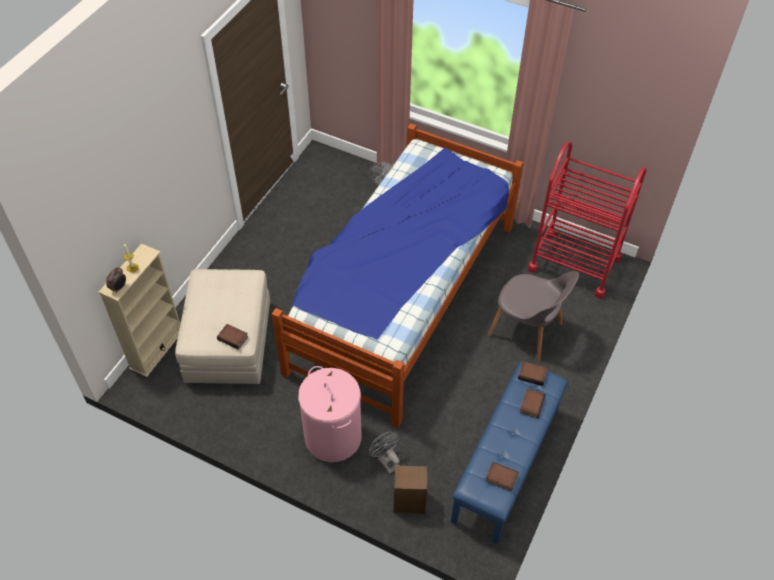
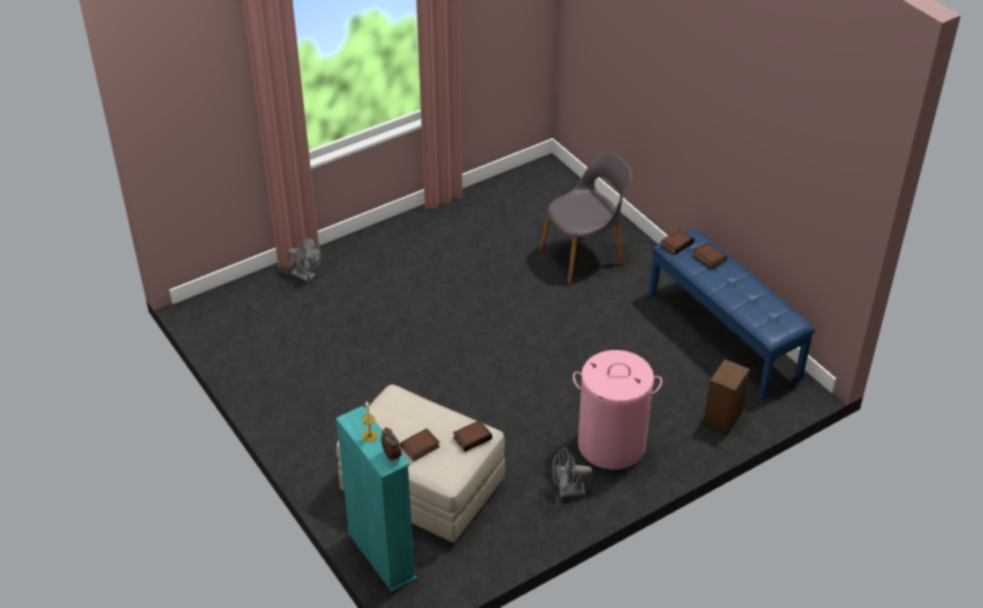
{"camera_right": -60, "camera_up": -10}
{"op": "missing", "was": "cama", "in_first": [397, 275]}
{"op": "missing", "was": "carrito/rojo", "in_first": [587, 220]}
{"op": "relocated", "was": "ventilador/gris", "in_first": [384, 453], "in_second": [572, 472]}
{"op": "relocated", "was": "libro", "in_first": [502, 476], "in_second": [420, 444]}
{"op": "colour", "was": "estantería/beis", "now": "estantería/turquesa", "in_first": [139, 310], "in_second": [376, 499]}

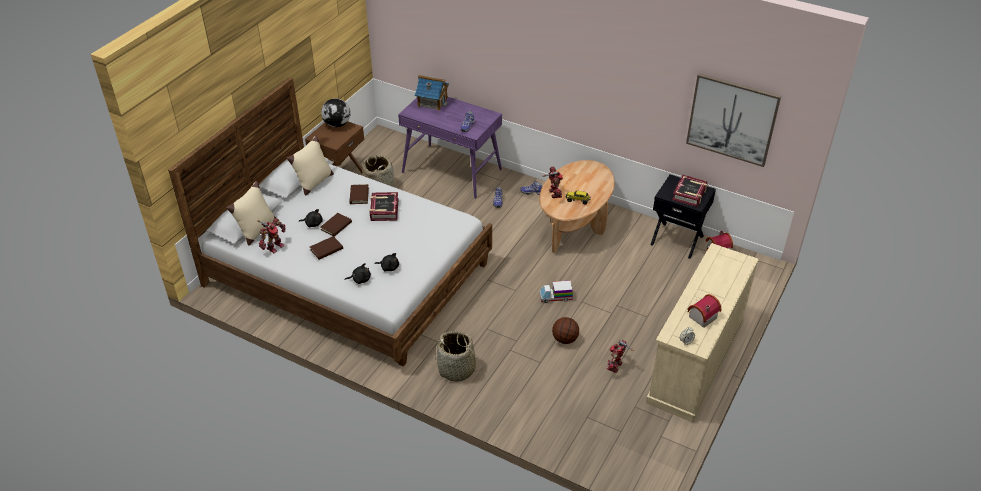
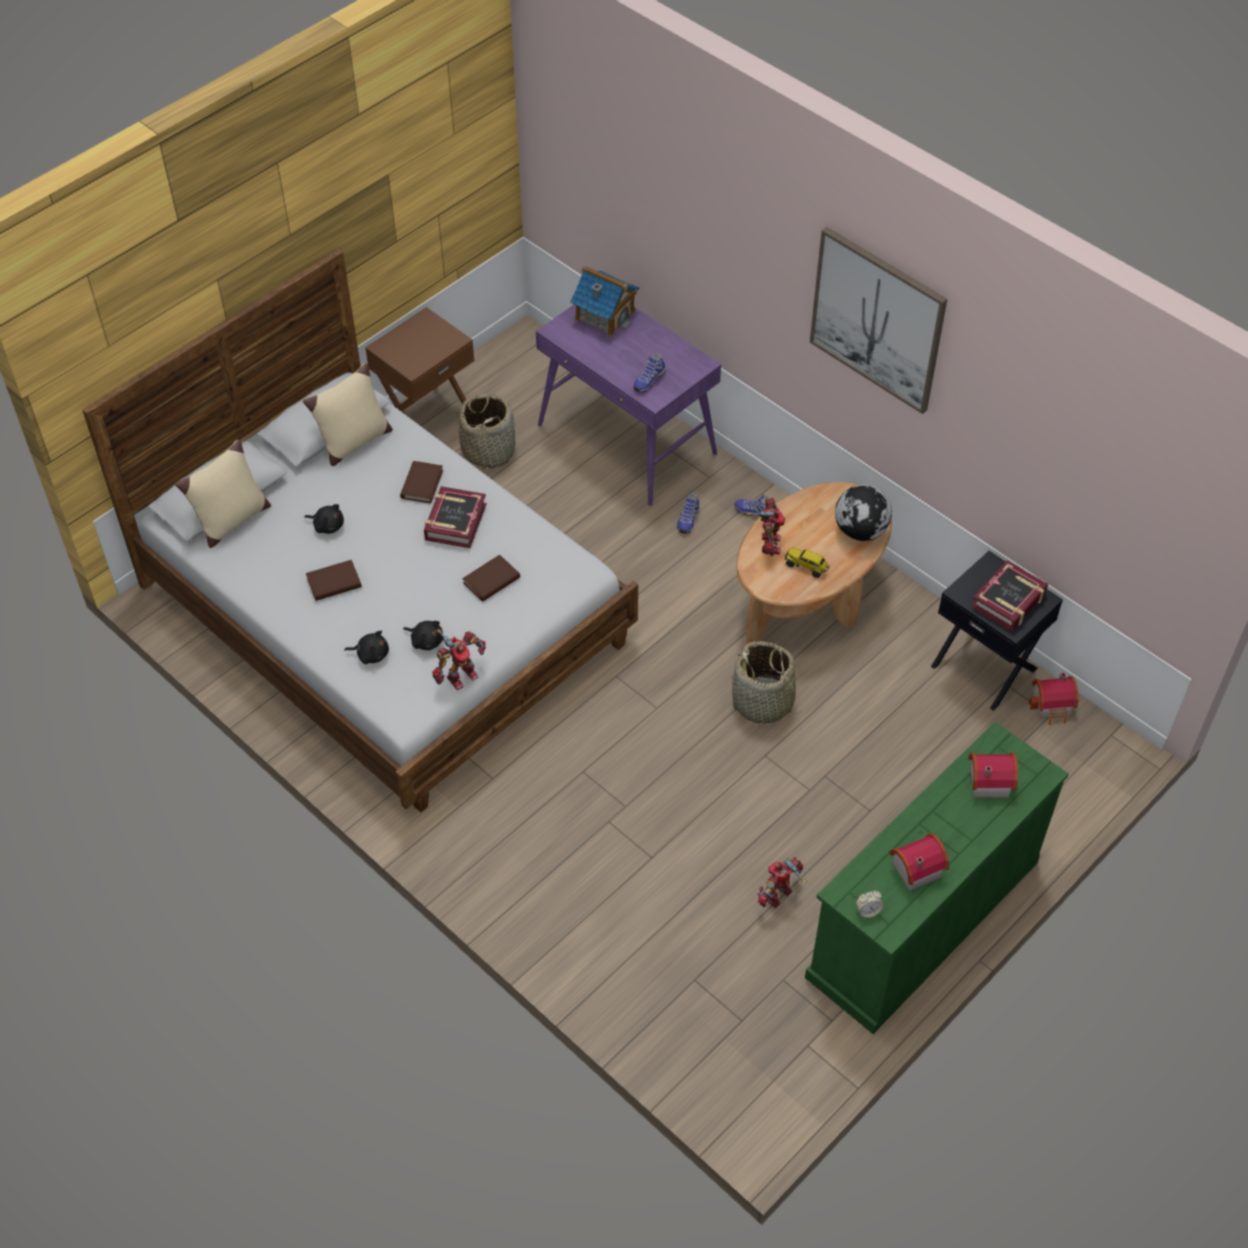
{"camera_right": 15, "camera_up": 10}
{"op": "missing", "was": "camión de juguete", "in_first": [556, 292]}
{"op": "missing", "was": "balón de baloncesto", "in_first": [565, 330]}
{"op": "appeared", "now": "casita", "in_second": [993, 775]}
{"op": "relocated", "was": "robot de juguete", "in_first": [271, 235], "in_second": [459, 659]}
{"op": "relocated", "was": "libro/marrón", "in_first": [336, 224], "in_second": [491, 578]}
{"op": "relocated", "was": "globo terráqueo", "in_first": [335, 112], "in_second": [863, 513]}
{"op": "relocated", "was": "cesta", "in_first": [457, 356], "in_second": [766, 682]}
{"op": "relocated", "was": "cuadro", "in_first": [733, 120], "in_second": [878, 320]}
{"op": "colour", "was": "cómoda/beis", "now": "cómoda/verde", "in_first": [702, 333], "in_second": [937, 878]}

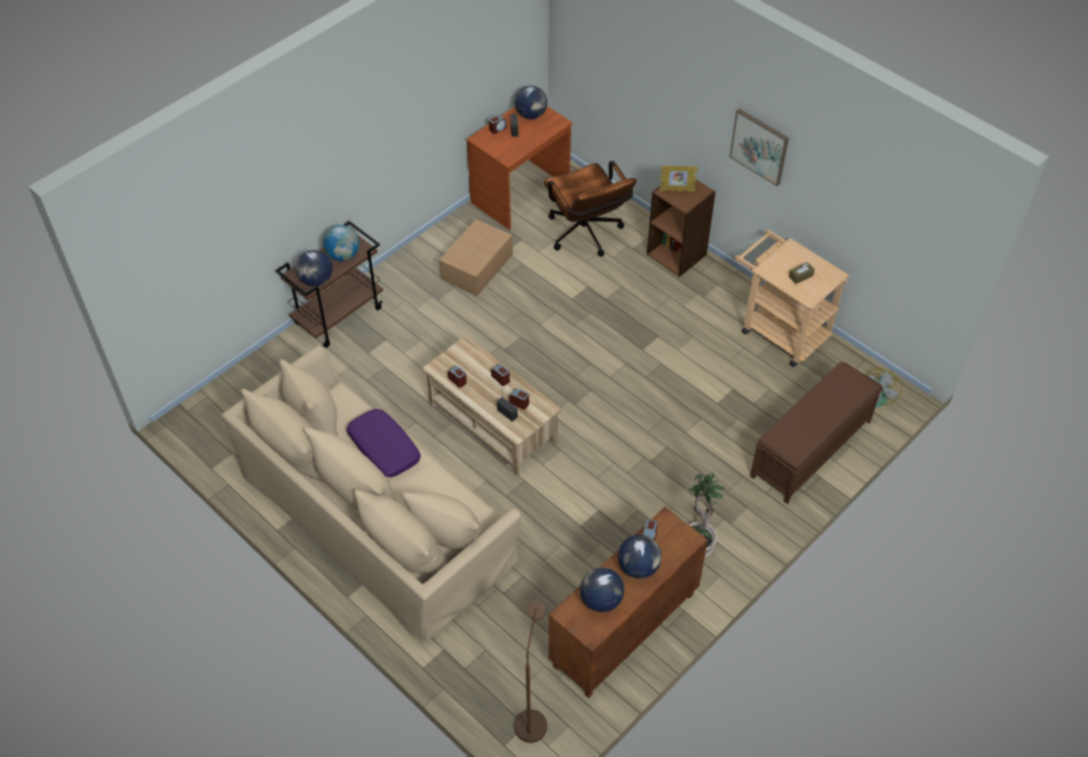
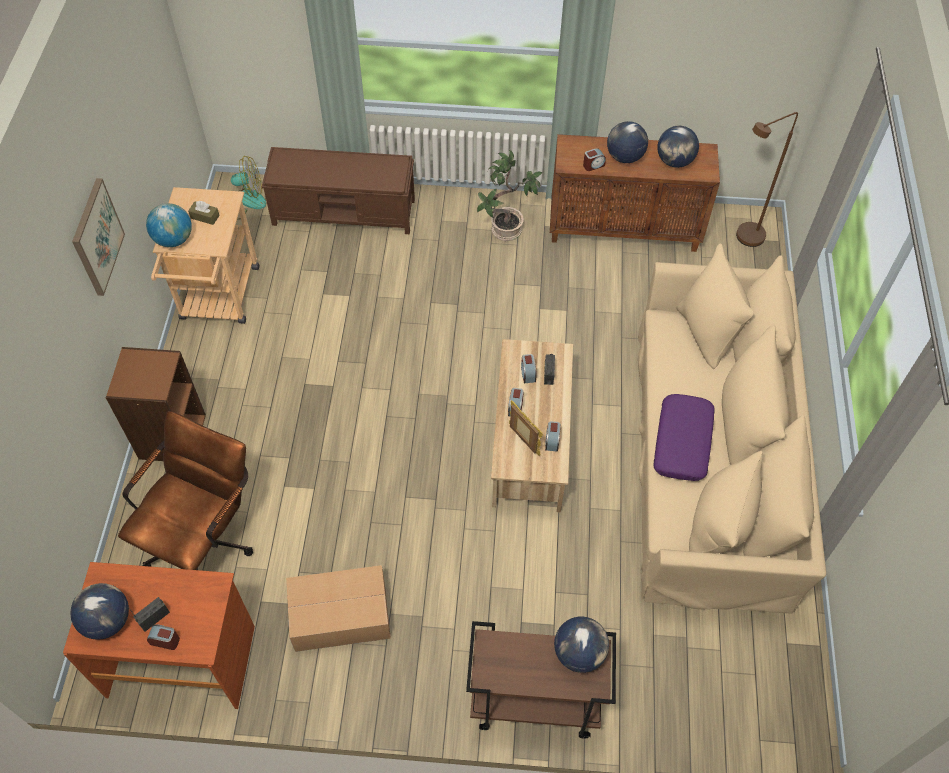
{"camera_right": -130, "camera_up": 5}
{"op": "relocated", "was": "globo terráqueo", "in_first": [341, 243], "in_second": [169, 225]}
{"op": "relocated", "was": "portarretratos", "in_first": [678, 179], "in_second": [526, 428]}

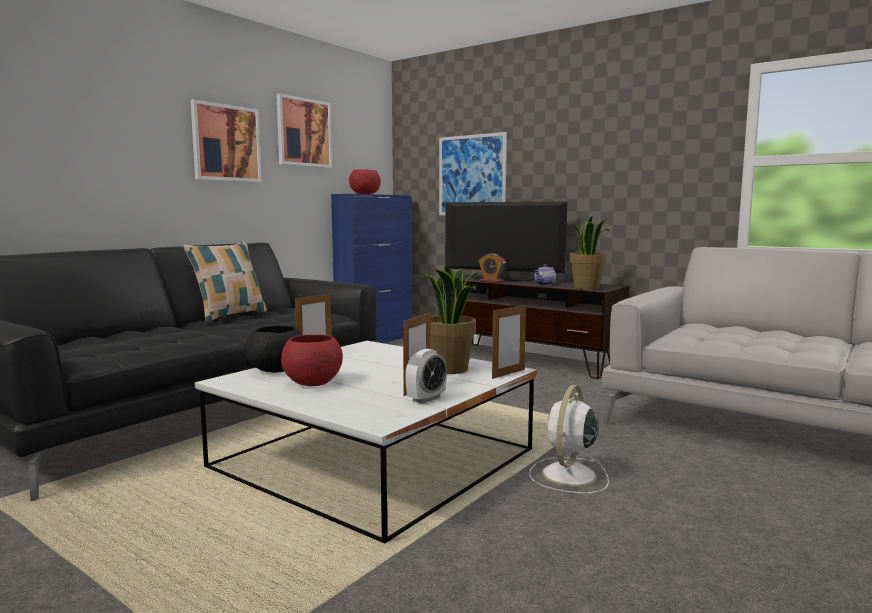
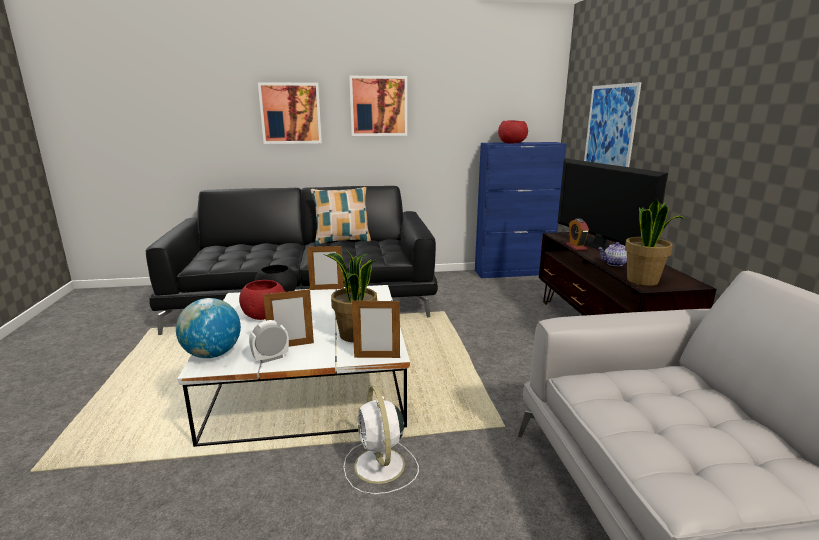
{"camera_right": 45, "camera_up": 10}
{"op": "appeared", "now": "globo terráqueo", "in_second": [208, 328]}
{"op": "relocated", "was": "cuadro", "in_first": [304, 130], "in_second": [290, 113]}
{"op": "spun", "was": "despertador", "in_first": [426, 376], "in_second": [269, 341], "clockwise": 150}
{"op": "spun", "was": "ventilador/blanco", "in_first": [569, 439], "in_second": [381, 440], "clockwise": -90}

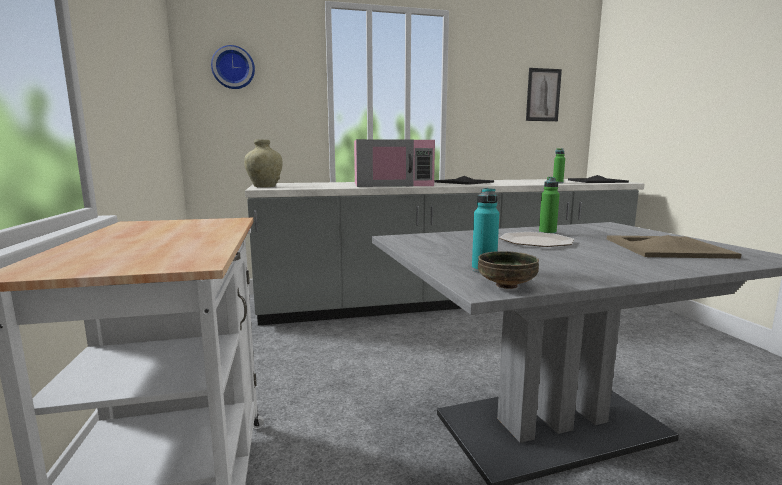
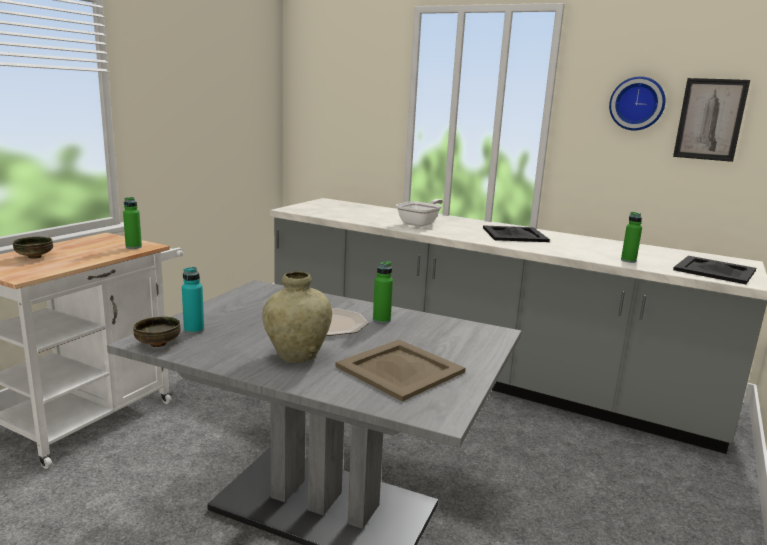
{"camera_right": 40, "camera_up": 5}
{"op": "appeared", "now": "cuenco", "in_second": [33, 248]}
{"op": "appeared", "now": "botella/verde", "in_second": [132, 223]}
{"op": "relocated", "was": "reloj de pared", "in_first": [233, 67], "in_second": [637, 103]}
{"op": "relocated", "was": "florero/beis", "in_first": [263, 163], "in_second": [297, 317]}
{"op": "exchanged", "was": "microondas/rosa", "now": "sartén", "in_first": [394, 163], "in_second": [419, 213]}

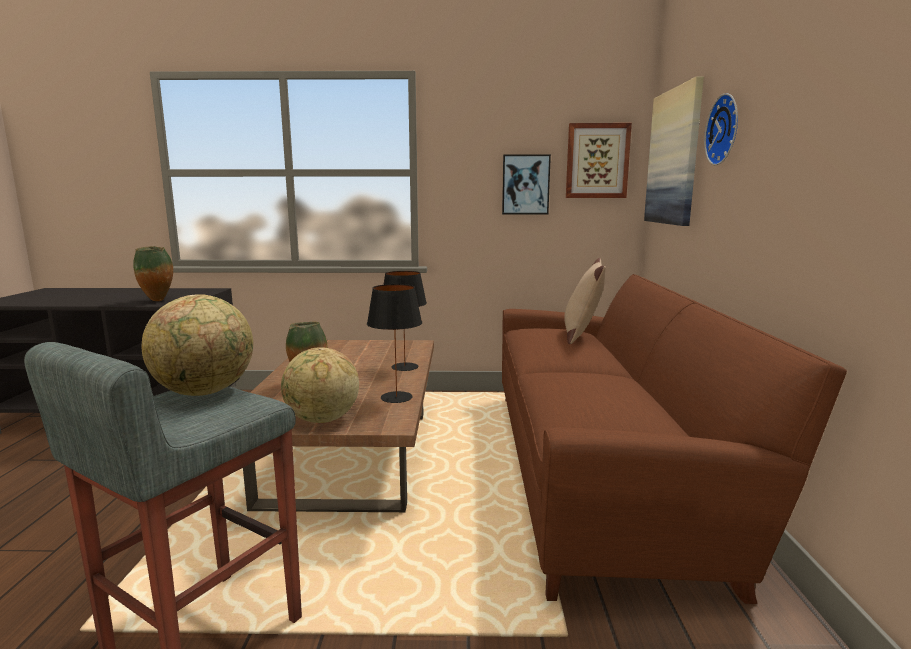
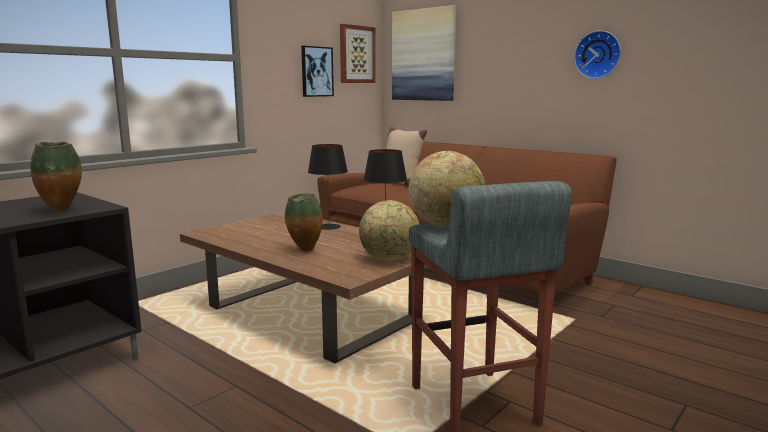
{"camera_right": -50, "camera_up": 0}
{"op": "relocated", "was": "reloj de pared", "in_first": [721, 129], "in_second": [597, 54]}

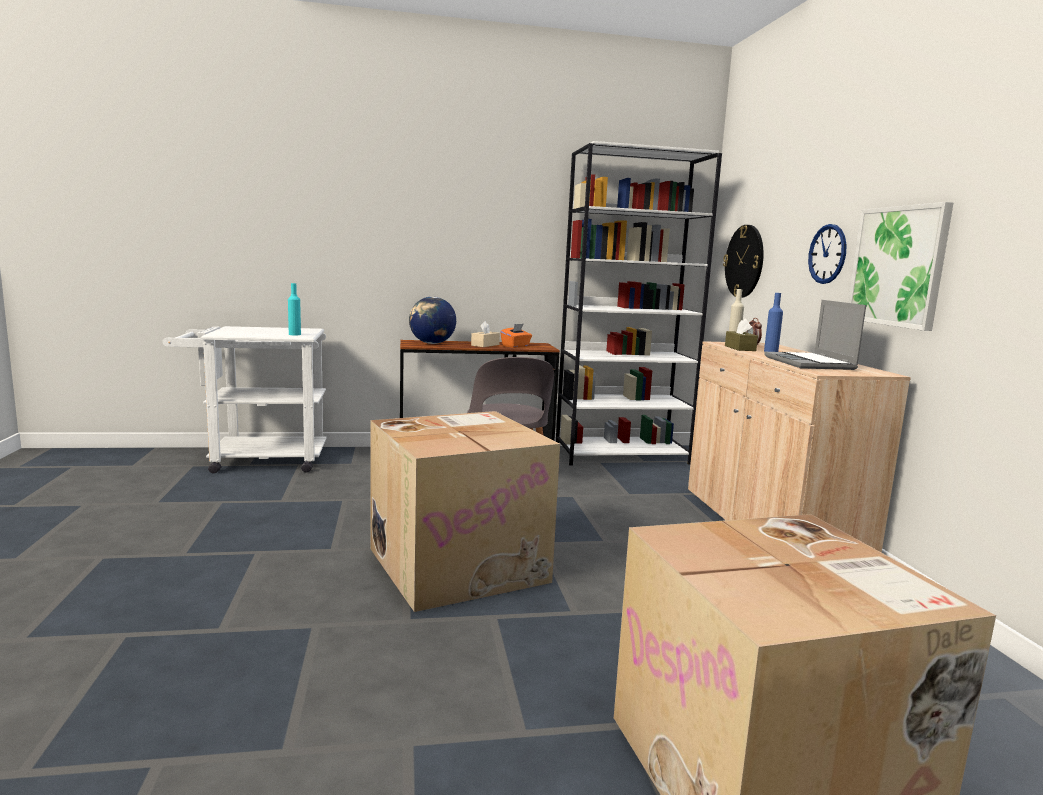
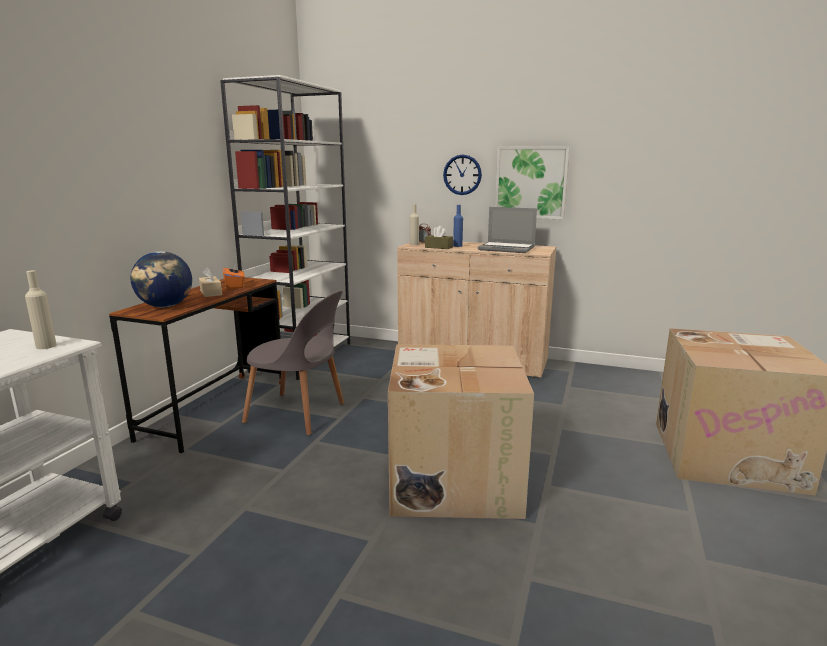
{"camera_right": -60, "camera_up": 5}
{"op": "missing", "was": "reloj de pared", "in_first": [743, 261]}
{"op": "colour", "was": "botella/turquesa", "now": "botella/beis", "in_first": [294, 309], "in_second": [41, 309]}

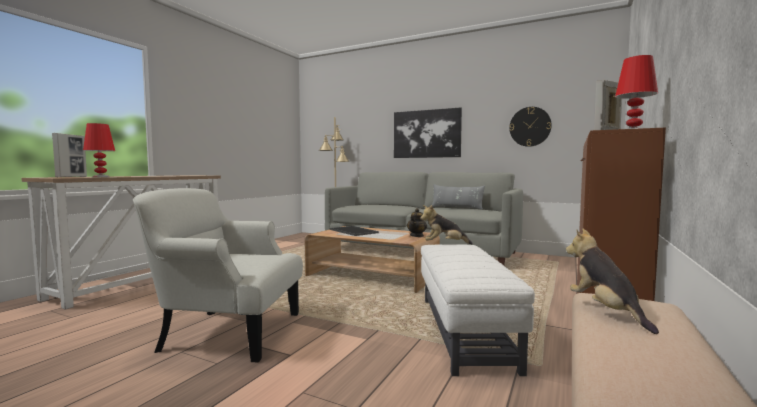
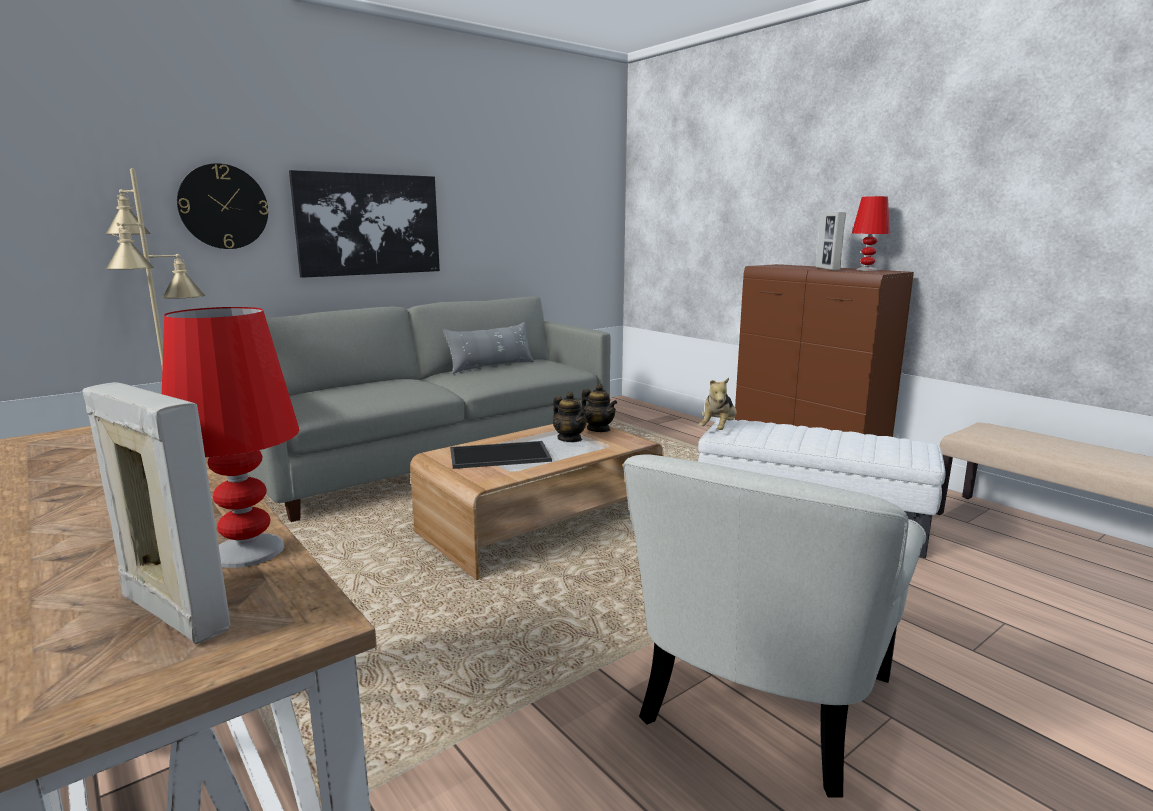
{"camera_right": -65, "camera_up": 10}
{"op": "missing", "was": "peluche", "in_first": [612, 281]}
{"op": "appeared", "now": "tetera", "in_second": [570, 417]}
{"op": "relocated", "was": "reloj de pared", "in_first": [530, 127], "in_second": [222, 206]}

